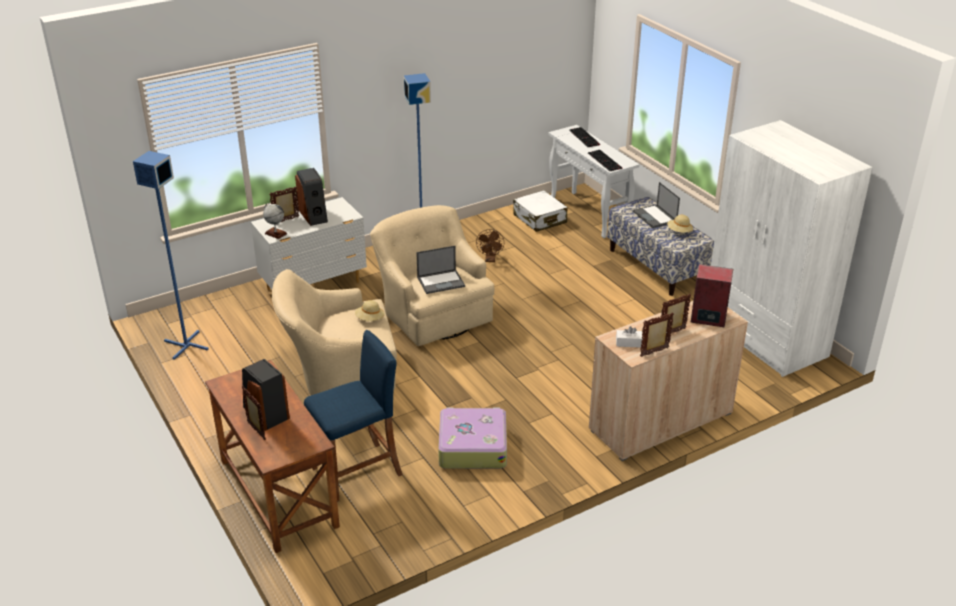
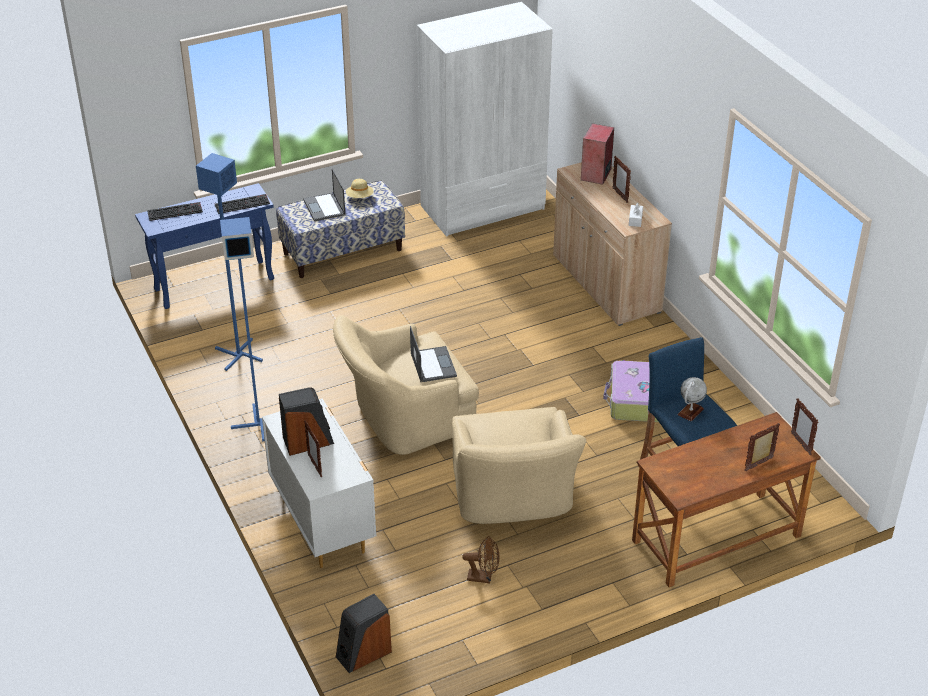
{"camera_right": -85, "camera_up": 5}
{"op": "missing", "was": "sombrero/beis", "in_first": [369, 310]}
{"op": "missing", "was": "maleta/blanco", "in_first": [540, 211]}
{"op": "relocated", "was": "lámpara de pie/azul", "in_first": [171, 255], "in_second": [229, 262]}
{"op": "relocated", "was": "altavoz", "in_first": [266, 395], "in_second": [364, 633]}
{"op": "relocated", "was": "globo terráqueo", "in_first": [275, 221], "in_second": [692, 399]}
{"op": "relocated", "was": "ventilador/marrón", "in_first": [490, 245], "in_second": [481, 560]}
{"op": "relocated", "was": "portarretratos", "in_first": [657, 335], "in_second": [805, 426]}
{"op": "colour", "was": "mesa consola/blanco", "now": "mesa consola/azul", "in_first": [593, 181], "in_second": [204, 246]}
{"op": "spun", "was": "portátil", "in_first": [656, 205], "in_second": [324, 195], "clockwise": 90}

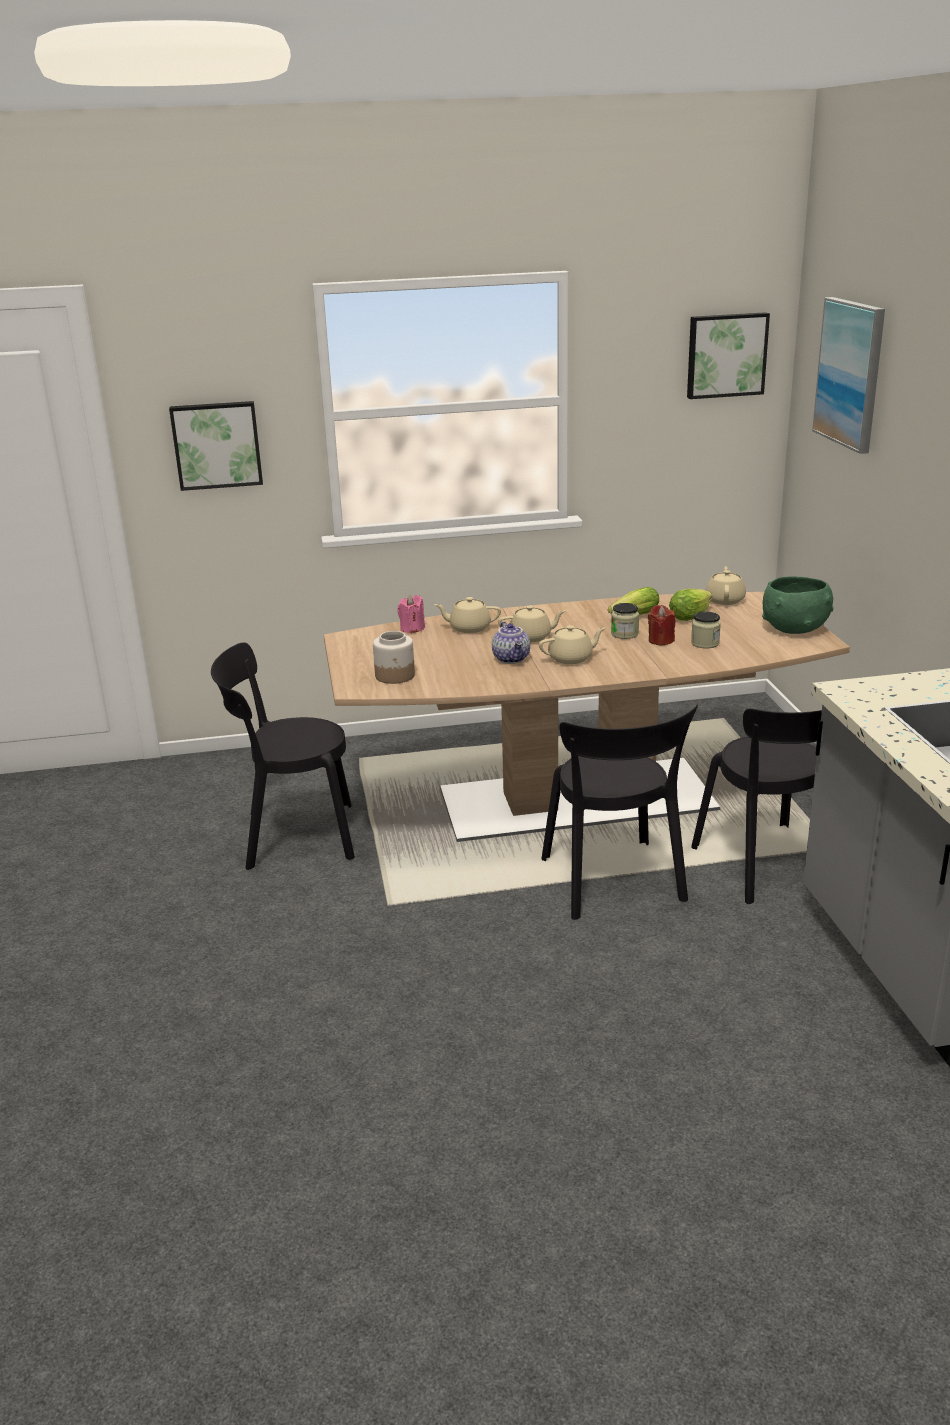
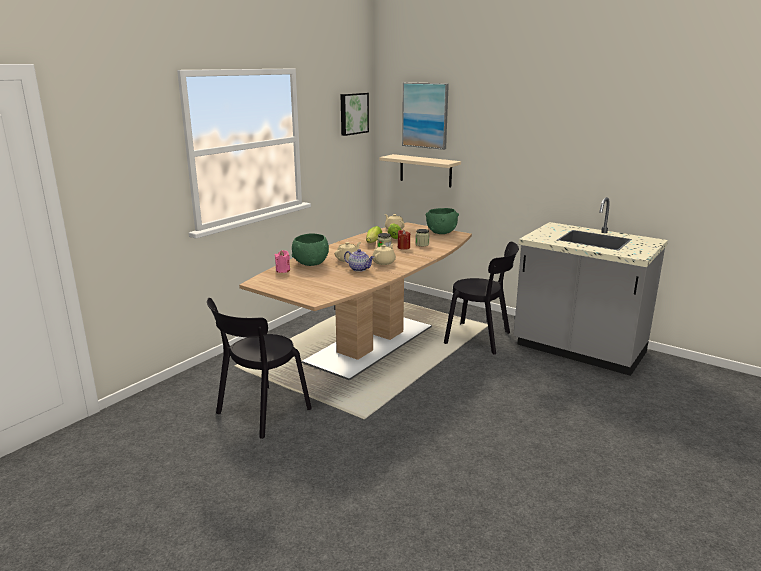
{"camera_right": -45, "camera_up": -5}
{"op": "missing", "was": "cuadro", "in_first": [216, 446]}
{"op": "missing", "was": "tarro", "in_first": [394, 657]}
{"op": "missing", "was": "silla/negro", "in_first": [619, 812]}
{"op": "appeared", "now": "estante/beis", "in_second": [420, 170]}
{"op": "exchanged", "was": "tetera/beis", "now": "cuenco/verde", "in_first": [467, 615], "in_second": [310, 249]}

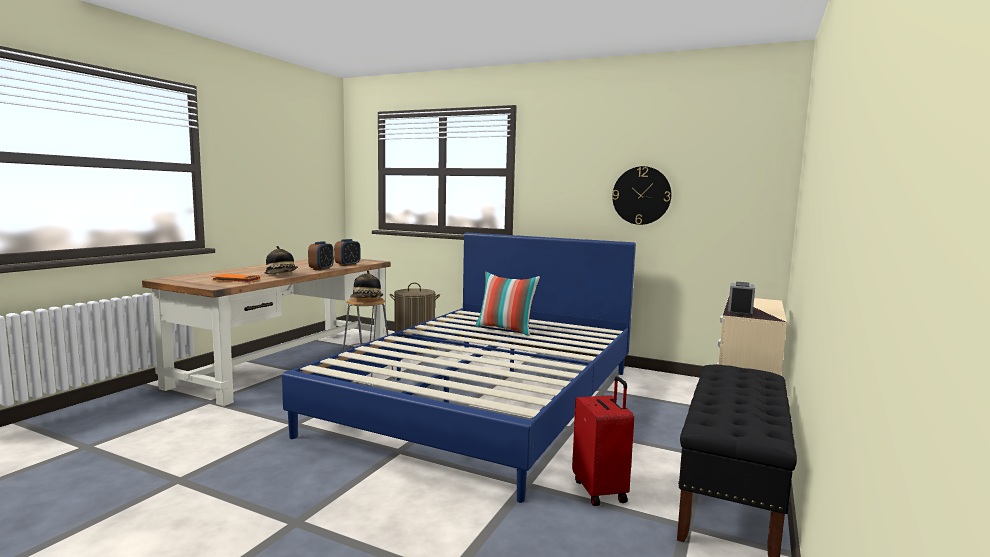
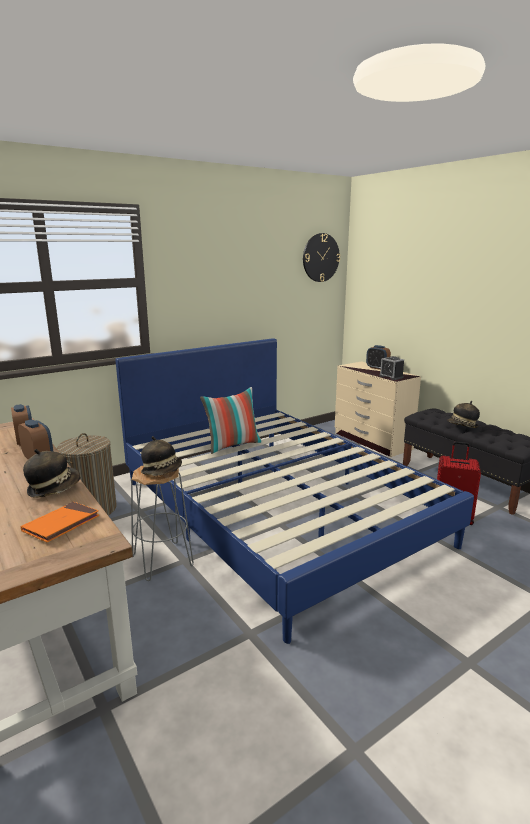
{"camera_right": -60, "camera_up": 10}
{"op": "appeared", "now": "despertador", "in_second": [378, 357]}
{"op": "appeared", "now": "sombrero", "in_second": [463, 414]}
{"op": "relocated", "was": "reloj de pared", "in_first": [641, 195], "in_second": [321, 257]}

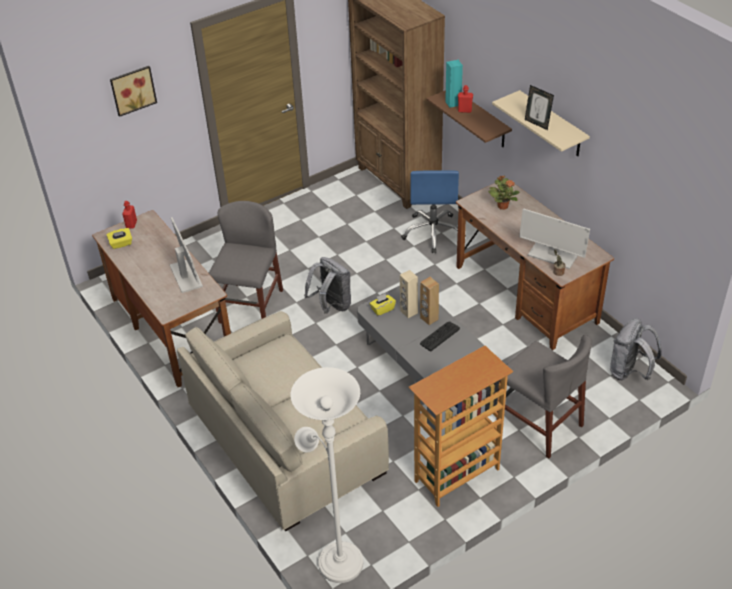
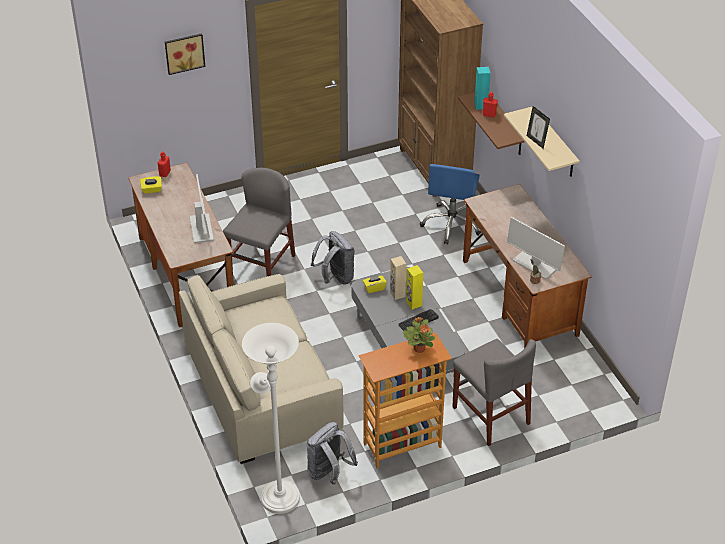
{"camera_right": 10, "camera_up": 0}
{"op": "relocated", "was": "planta en maceta", "in_first": [504, 192], "in_second": [419, 335]}
{"op": "relocated", "was": "mochila/gris", "in_first": [636, 349], "in_second": [332, 453]}
{"op": "colour", "was": "altavoz/marrón", "now": "altavoz/amarillo", "in_first": [429, 301], "in_second": [414, 287]}

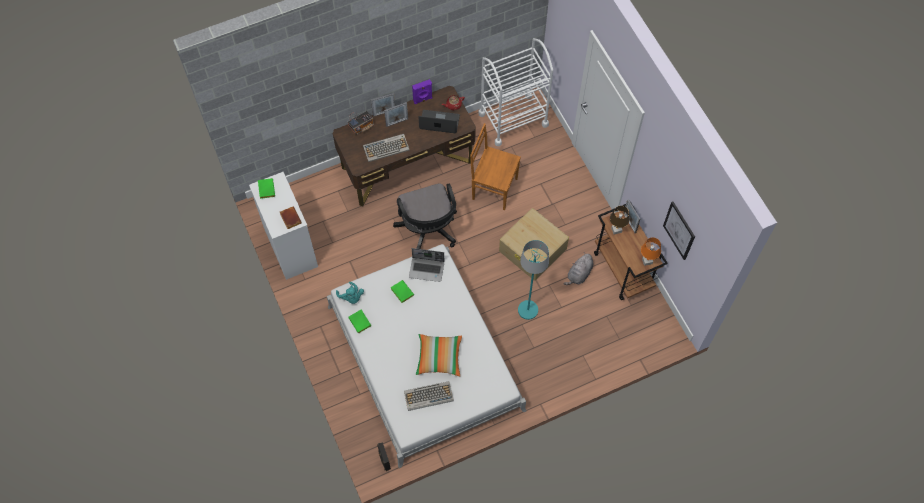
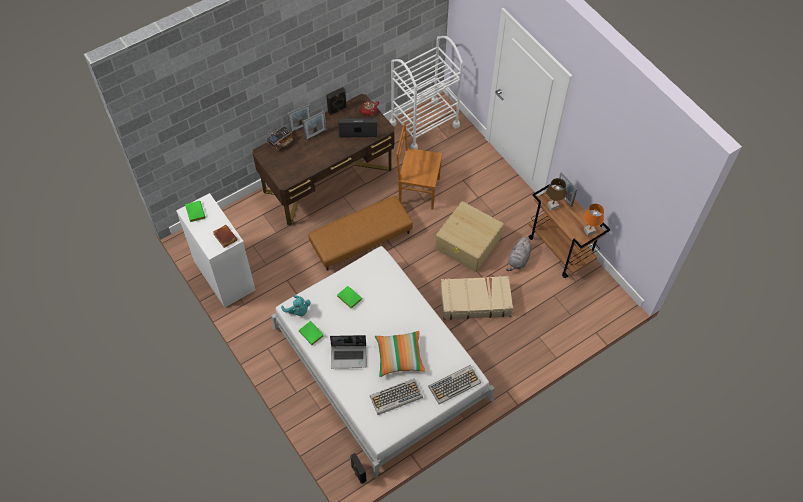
{"camera_right": -10, "camera_up": -5}
{"op": "missing", "was": "cuadro", "in_first": [679, 231]}
{"op": "relocated", "was": "teclado", "in_first": [386, 148], "in_second": [454, 384]}
{"op": "relocated", "was": "portátil", "in_first": [426, 265], "in_second": [348, 351]}
{"op": "exchanged", "was": "silla de oficina/negro", "now": "puf/marrón", "in_first": [425, 216], "in_second": [360, 233]}
{"op": "exchanged", "was": "lámpara de pie/turquesa", "now": "maleta/beis", "in_first": [533, 280], "in_second": [476, 298]}
{"op": "colour", "was": "altavoz/morado", "now": "altavoz/negro", "in_first": [422, 91], "in_second": [336, 101]}

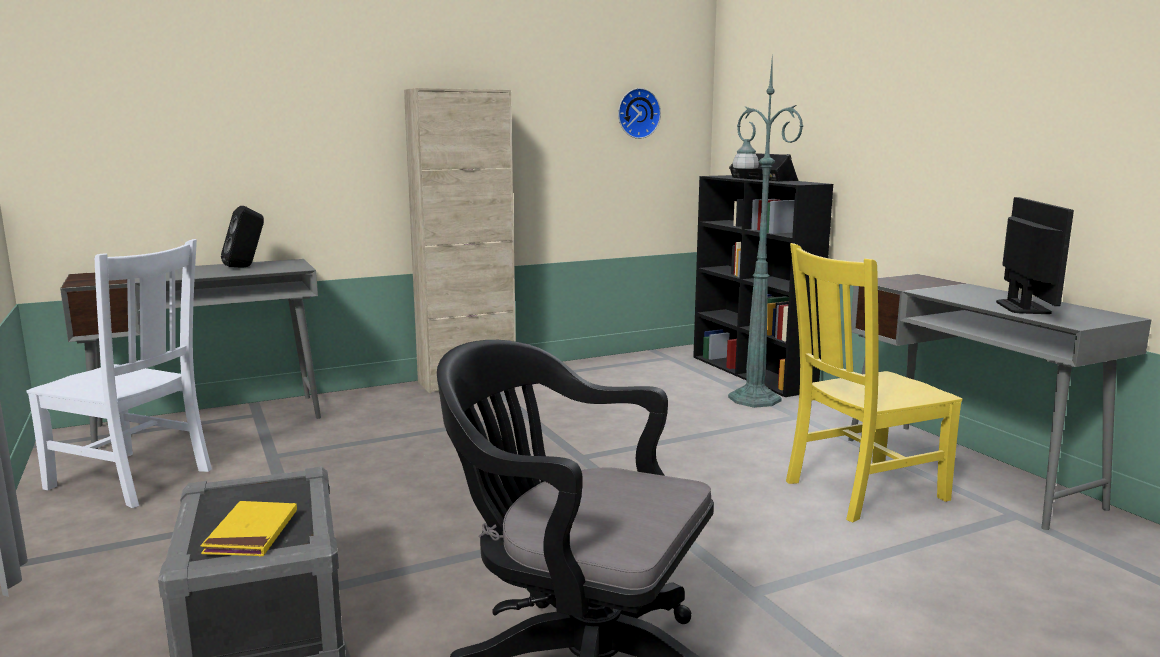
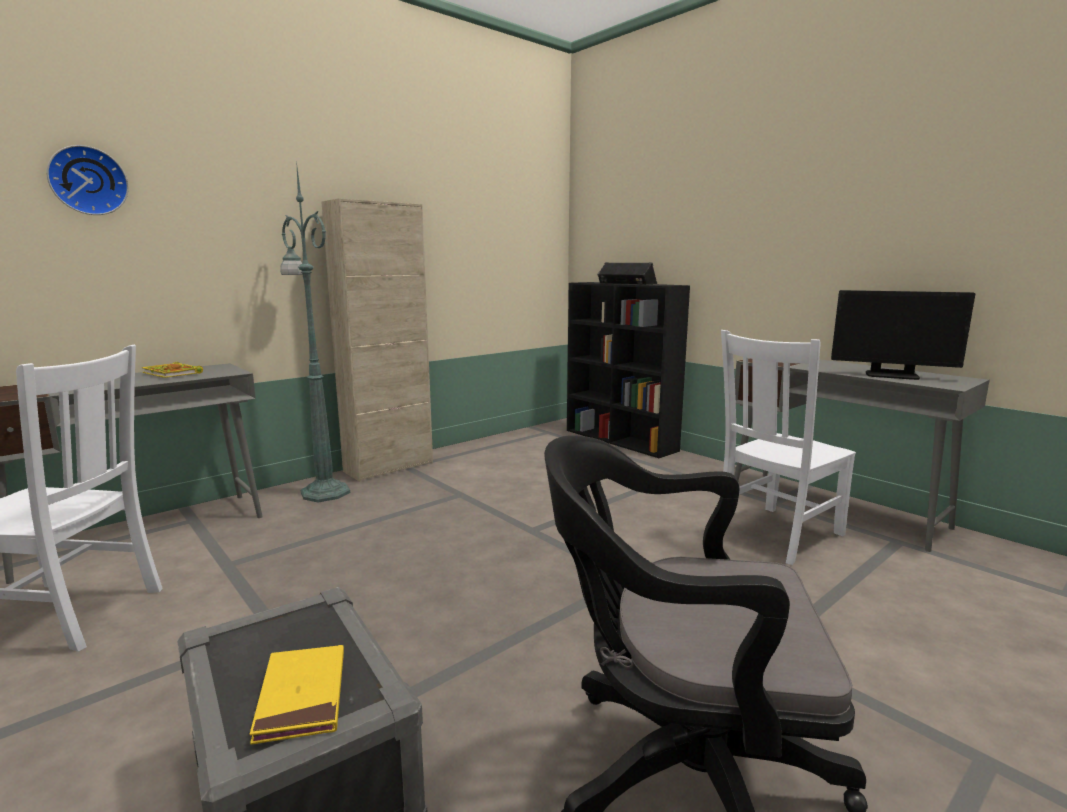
{"camera_right": -15, "camera_up": 0}
{"op": "relocated", "was": "reloj de pared", "in_first": [639, 113], "in_second": [88, 180]}
{"op": "relocated", "was": "lámpara de pie/verde", "in_first": [765, 230], "in_second": [315, 331]}
{"op": "exchanged", "was": "altavoz/negro", "now": "libro", "in_first": [242, 237], "in_second": [172, 370]}
{"op": "colour", "was": "silla/amarillo", "now": "silla/blanco", "in_first": [874, 382], "in_second": [788, 447]}
{"op": "spun", "was": "monitor", "in_first": [1035, 255], "in_second": [903, 335], "clockwise": 120}

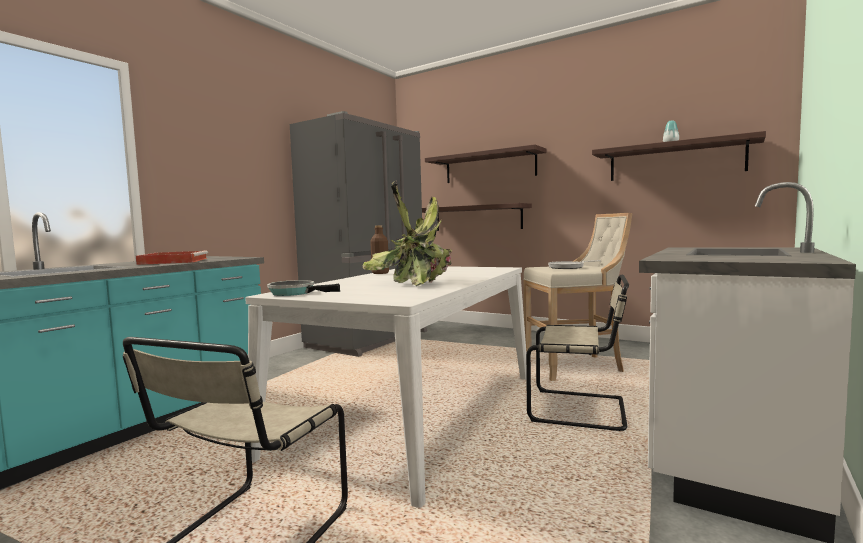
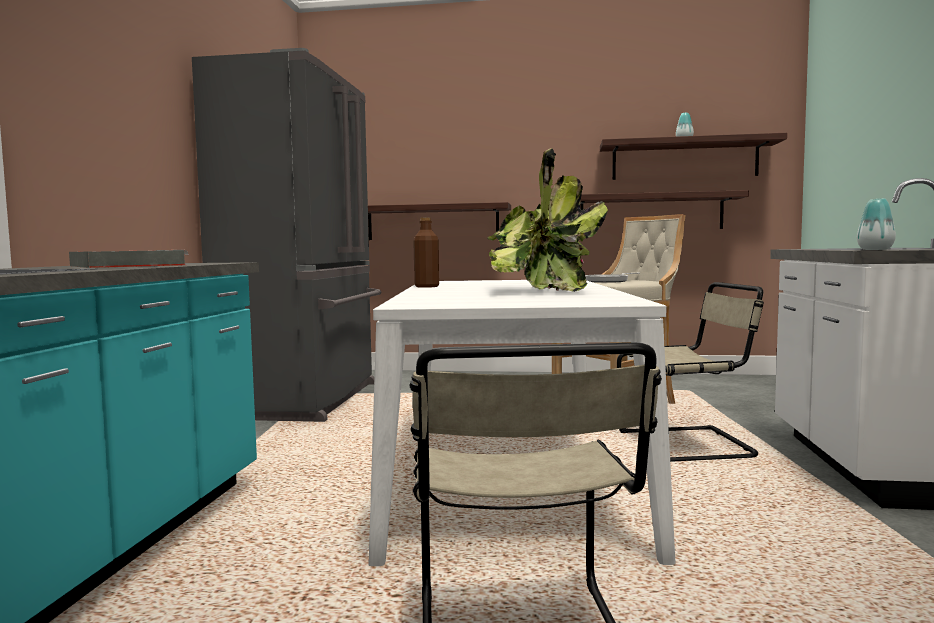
{"camera_right": -25, "camera_up": 0}
{"op": "missing", "was": "sartén", "in_first": [303, 288]}
{"op": "appeared", "now": "florero", "in_second": [876, 224]}
{"op": "relocated", "was": "estante", "in_first": [485, 163], "in_second": [664, 209]}
{"op": "colour", "was": "bandeja/rojo", "now": "bandeja/gris", "in_first": [172, 258], "in_second": [129, 259]}

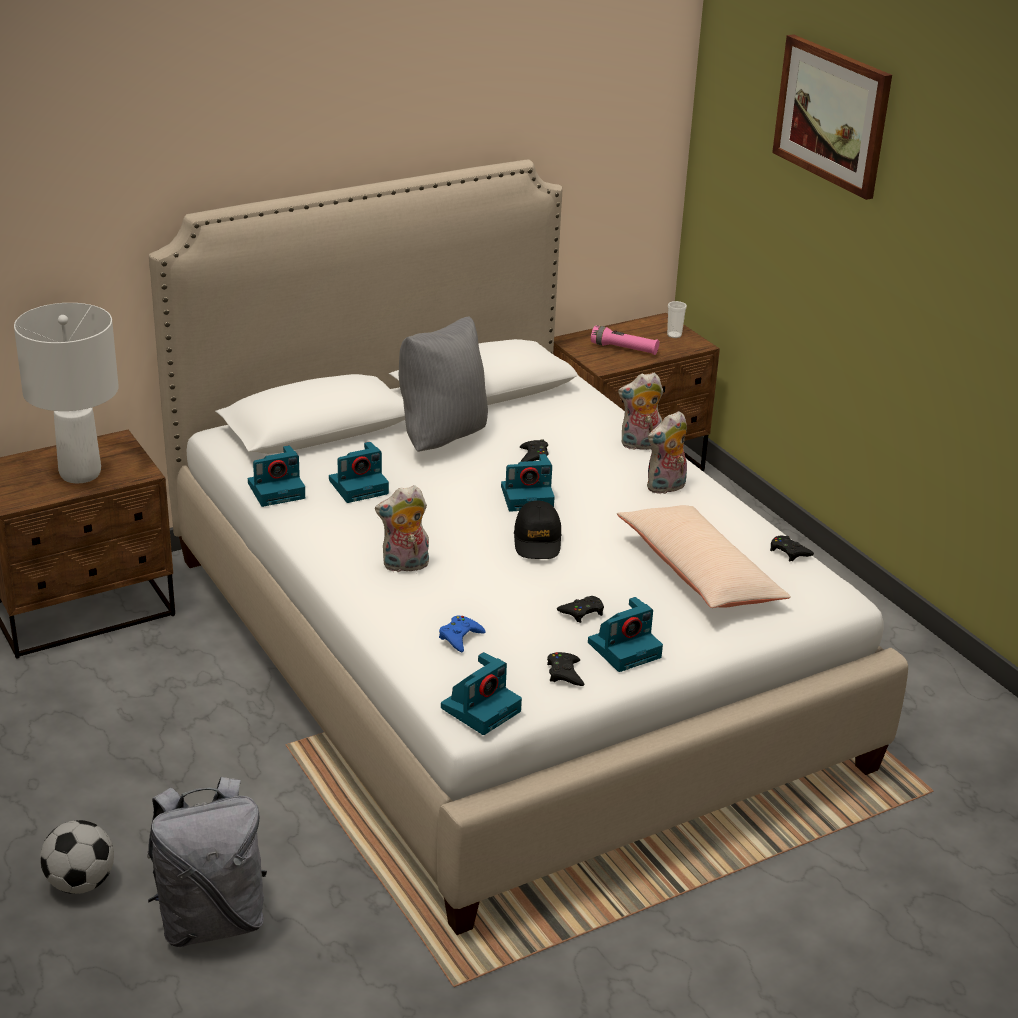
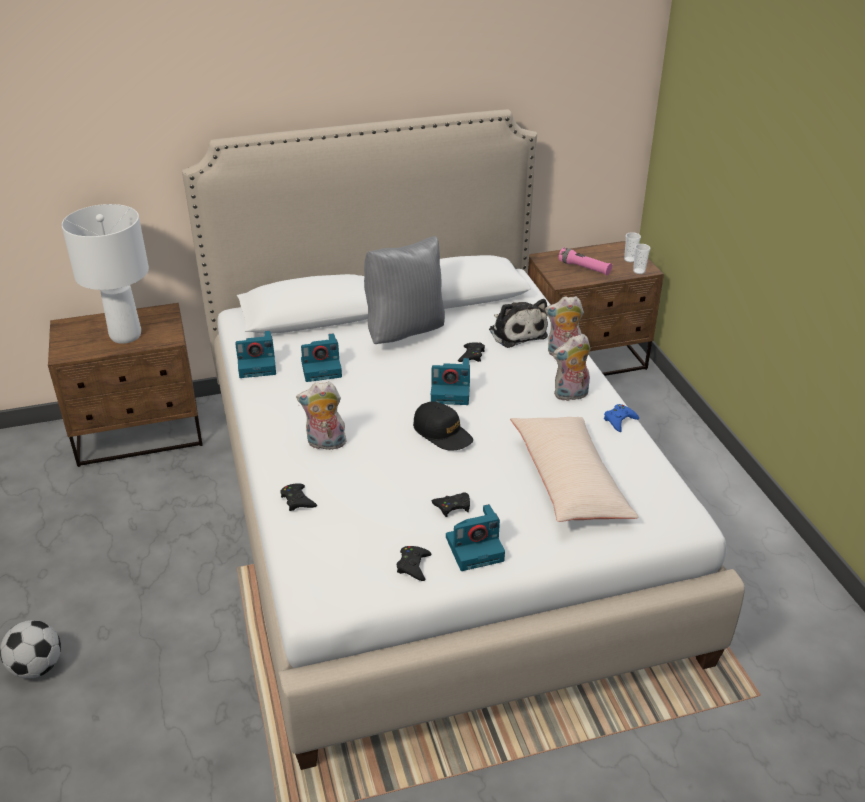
{"camera_right": 15, "camera_up": 5}
{"op": "missing", "was": "mochila/gris", "in_first": [207, 862]}
{"op": "missing", "was": "cámara", "in_first": [481, 693]}
{"op": "missing", "was": "cuadro", "in_first": [832, 117]}
{"op": "appeared", "now": "peluche", "in_second": [518, 323]}
{"op": "appeared", "now": "taza", "in_second": [642, 259]}
{"op": "relocated", "was": "mando de consola/azul", "in_first": [462, 633], "in_second": [621, 418]}
{"op": "relocated", "was": "mando de consola/negro", "in_first": [792, 548], "in_second": [298, 497]}
{"op": "spun", "was": "gorra/negro", "in_first": [537, 529], "in_second": [443, 426], "clockwise": -60}

